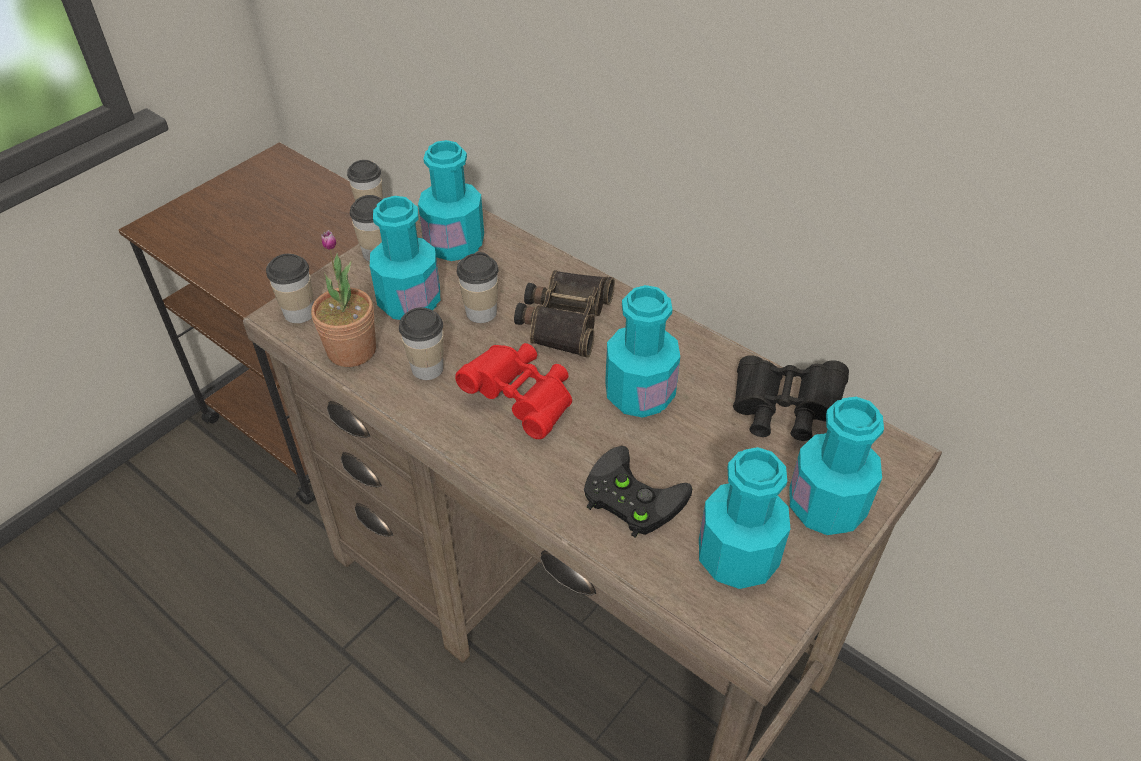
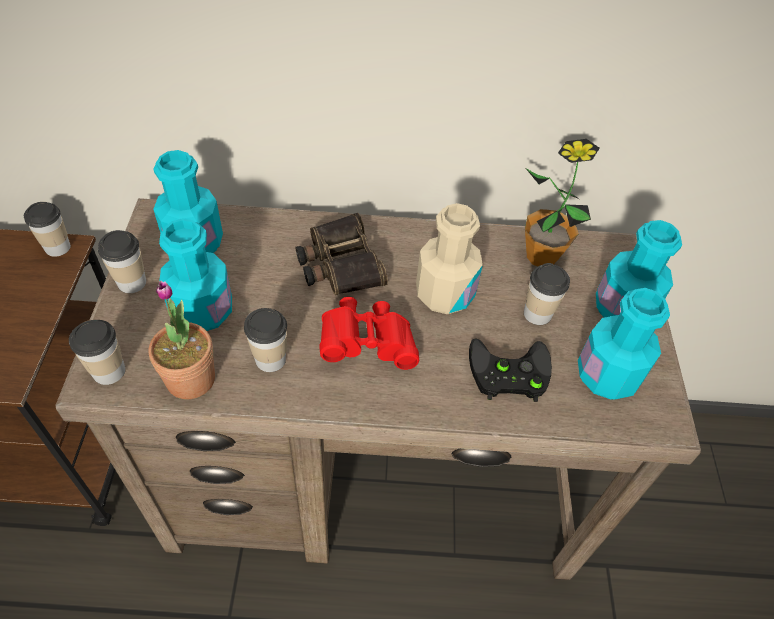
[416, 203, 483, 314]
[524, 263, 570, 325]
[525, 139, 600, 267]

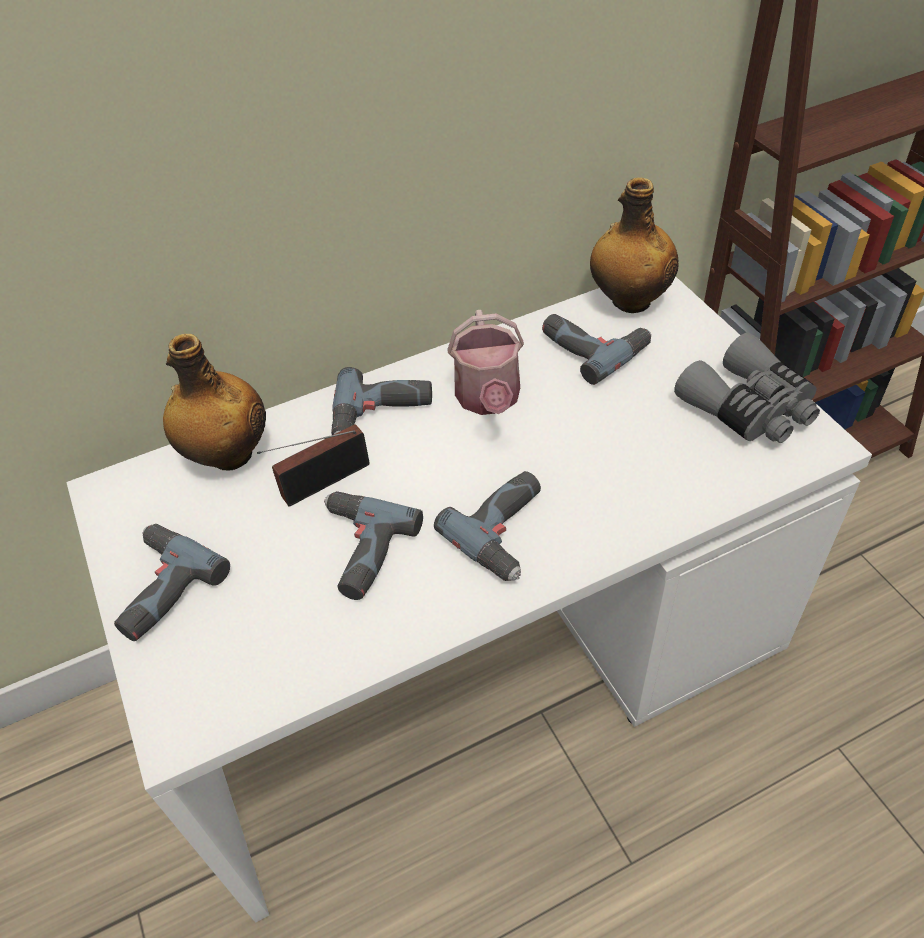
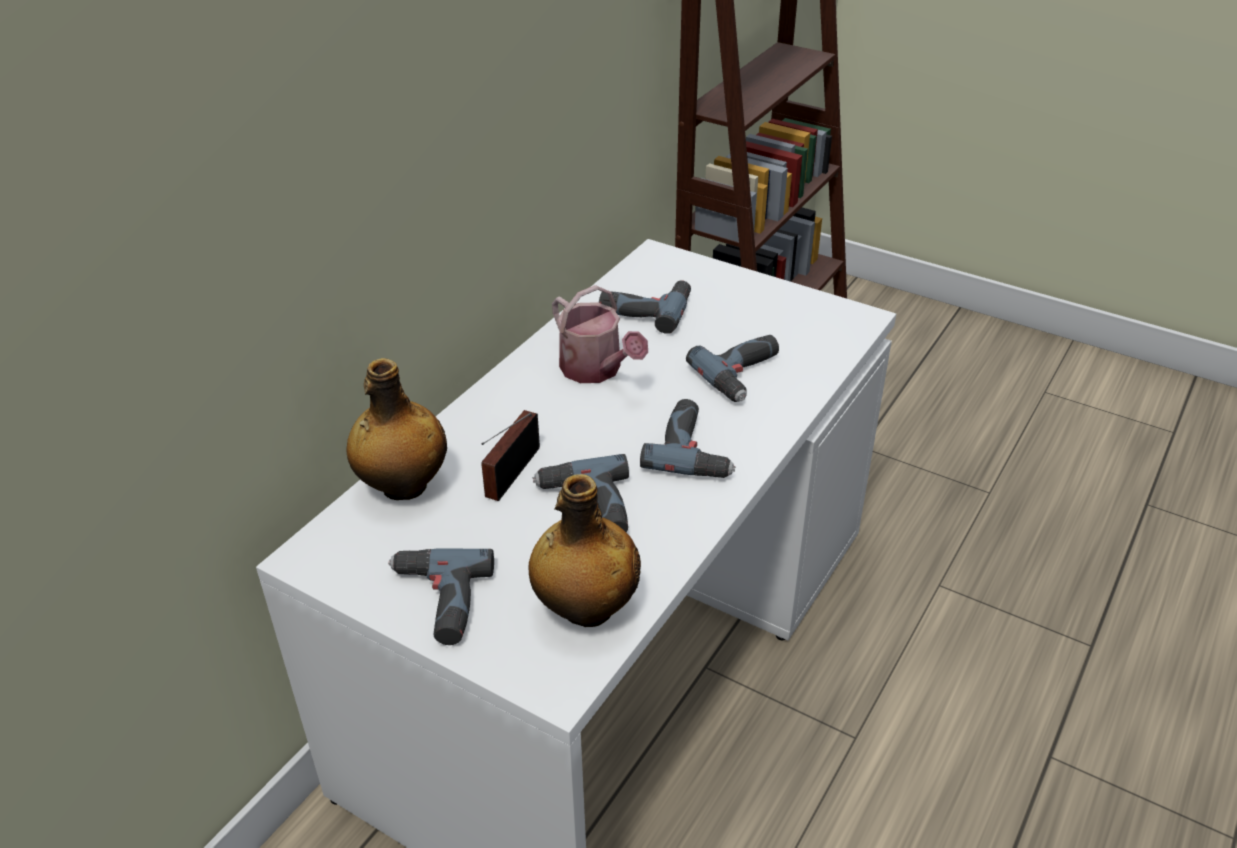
[529, 474, 641, 627]
[686, 335, 779, 402]
[674, 333, 820, 443] (first image)

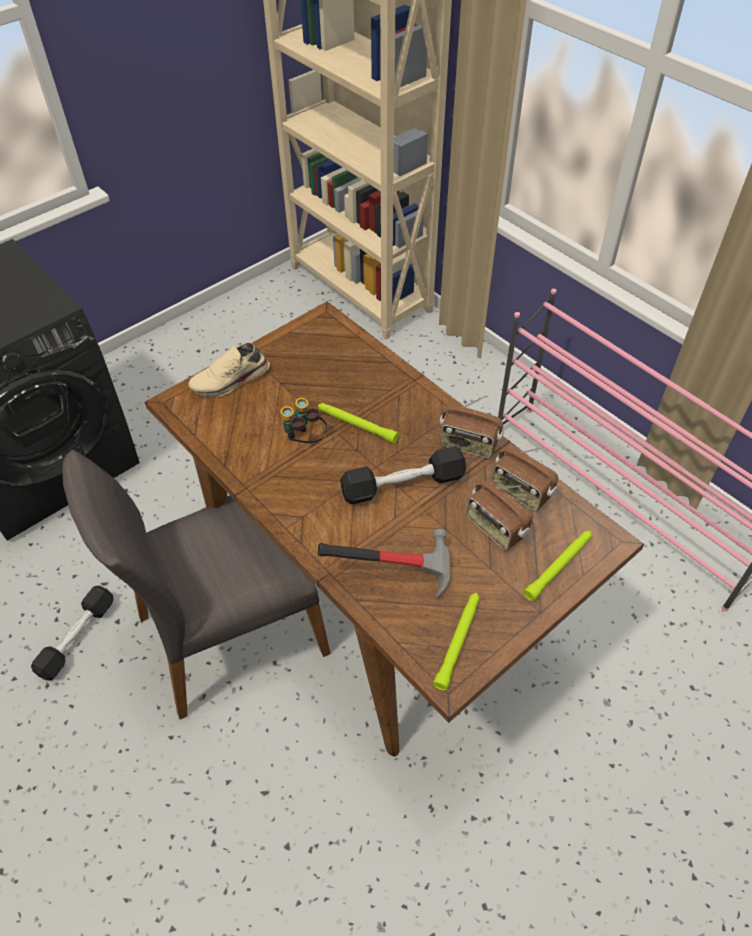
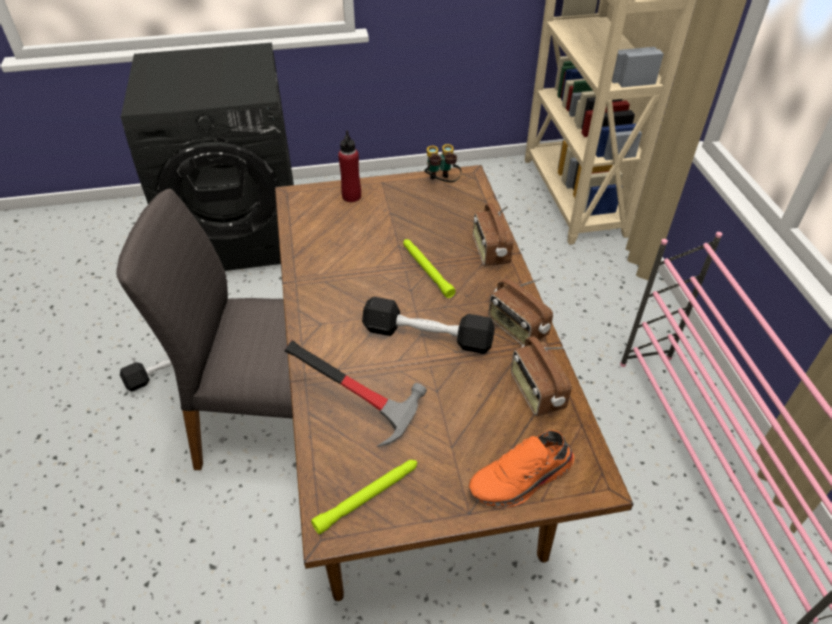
[338, 130, 361, 202]
[424, 144, 461, 182]
[469, 430, 574, 508]
[473, 203, 513, 266]

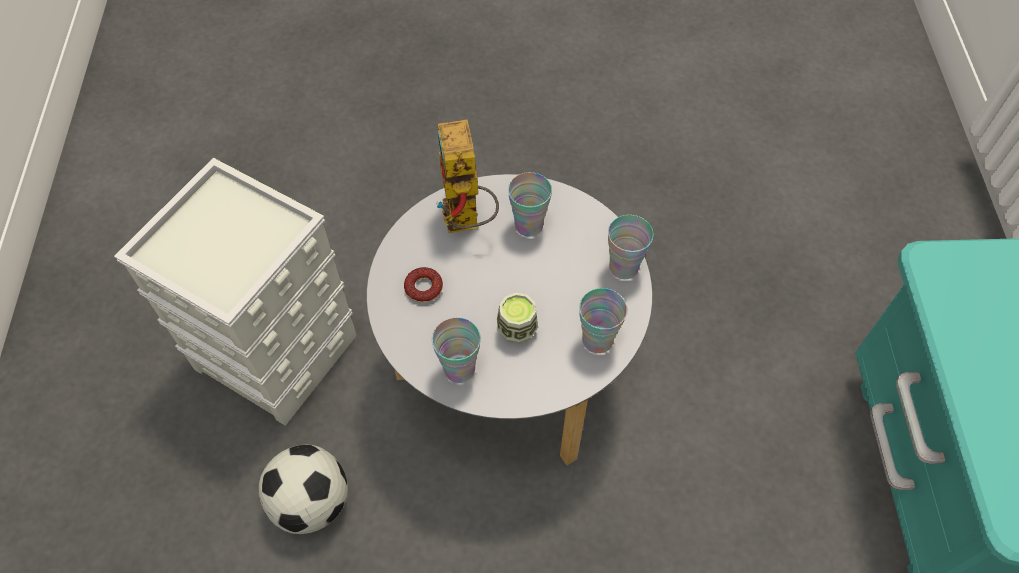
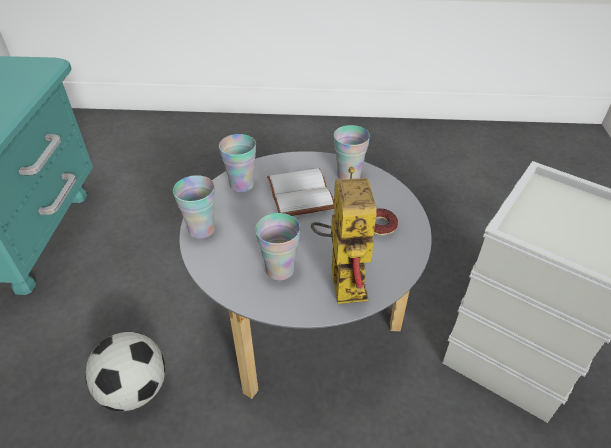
[85, 332, 165, 411]
[267, 168, 334, 216]

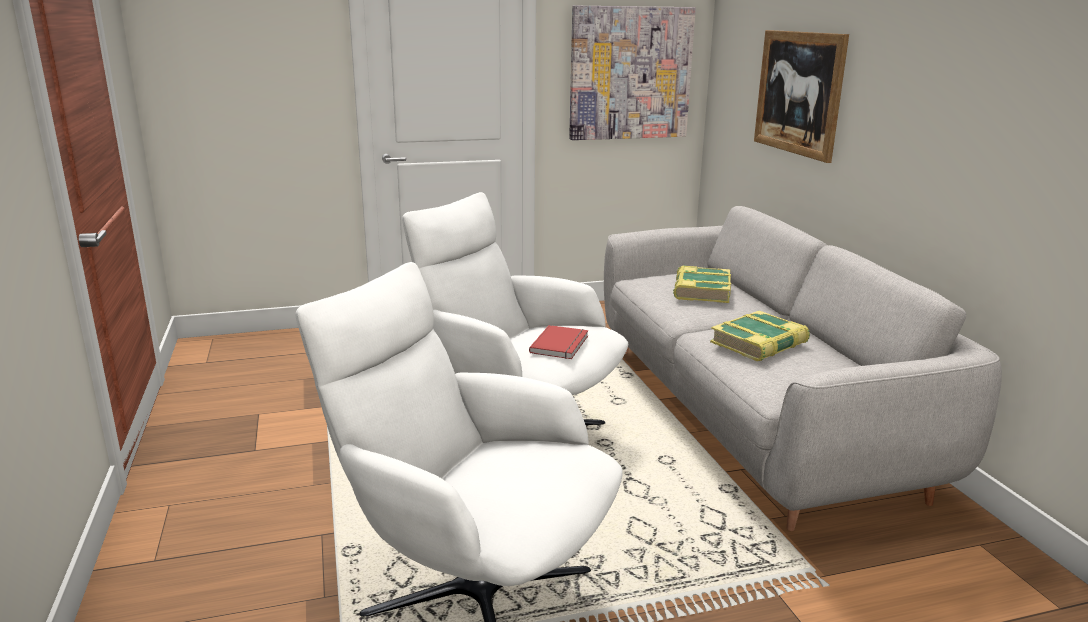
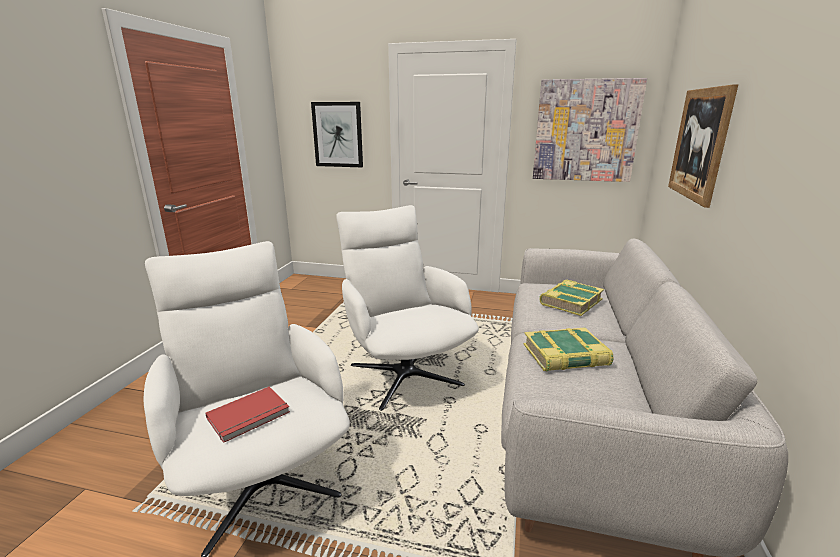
[205, 387, 290, 443]
[311, 102, 363, 167]

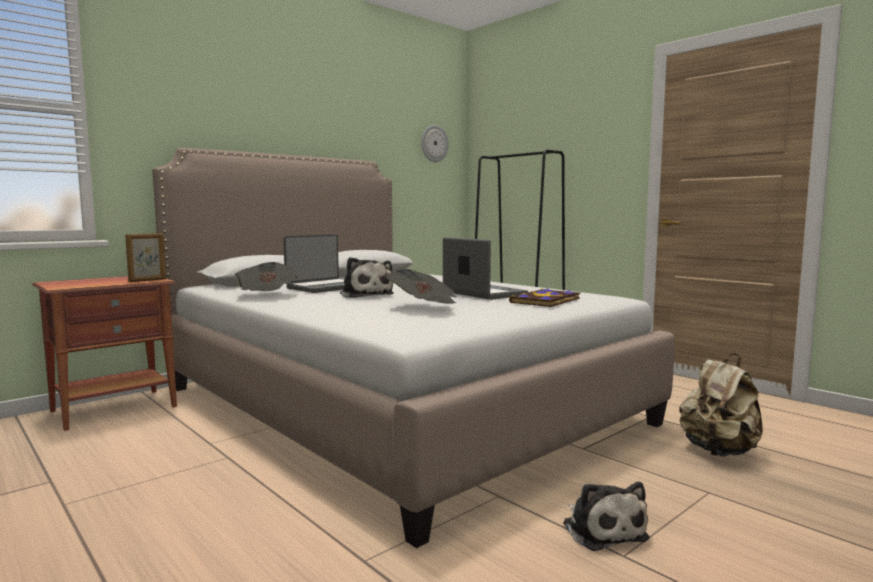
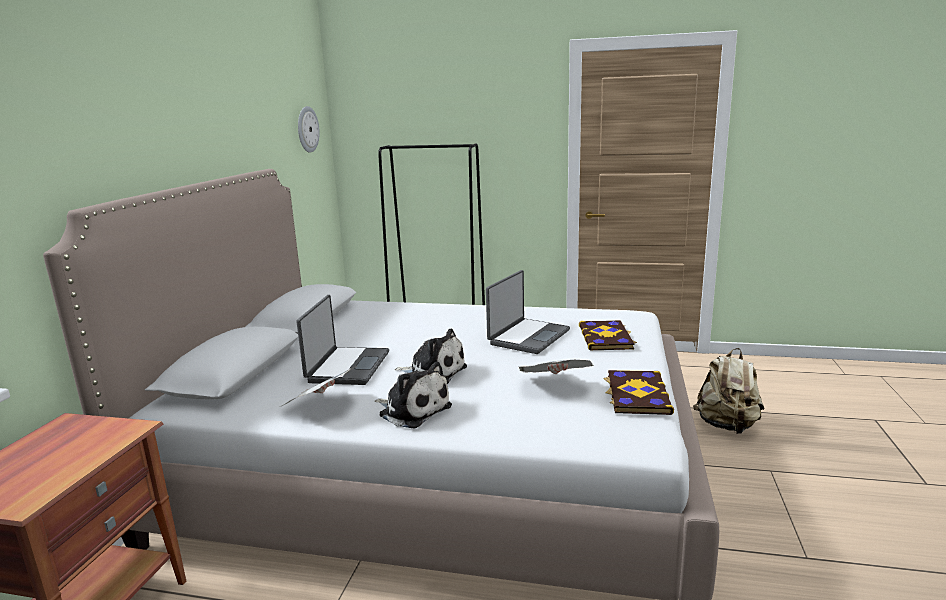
[375, 362, 452, 428]
[486, 270, 570, 354]
[603, 370, 674, 415]
[125, 233, 166, 282] (first image)

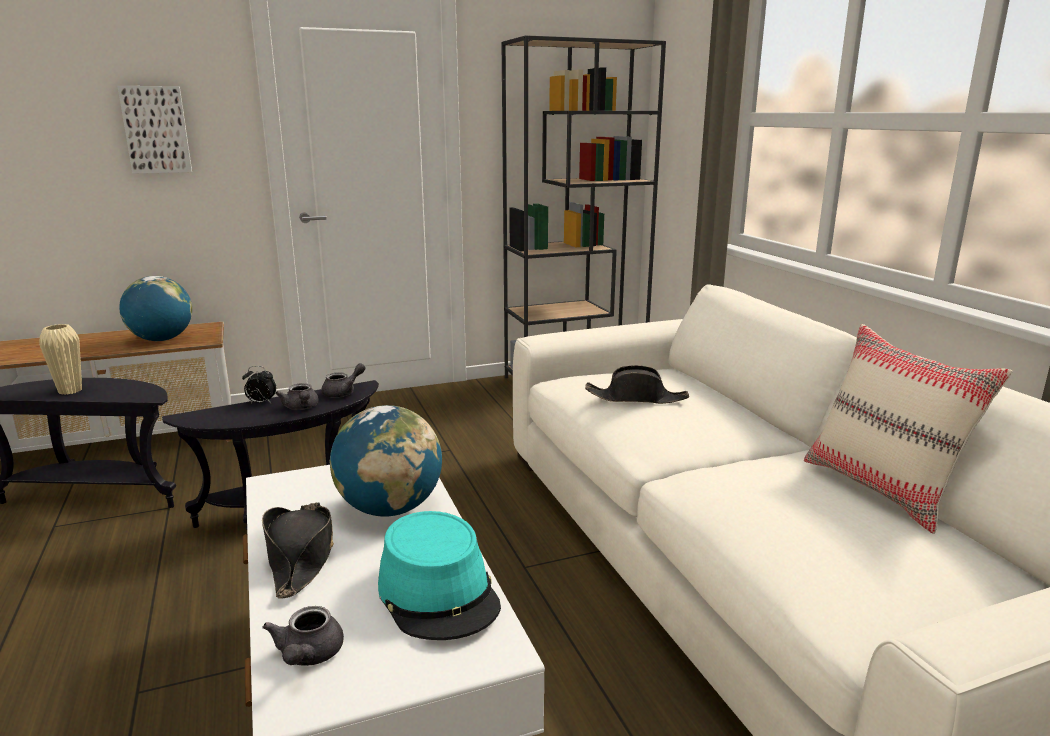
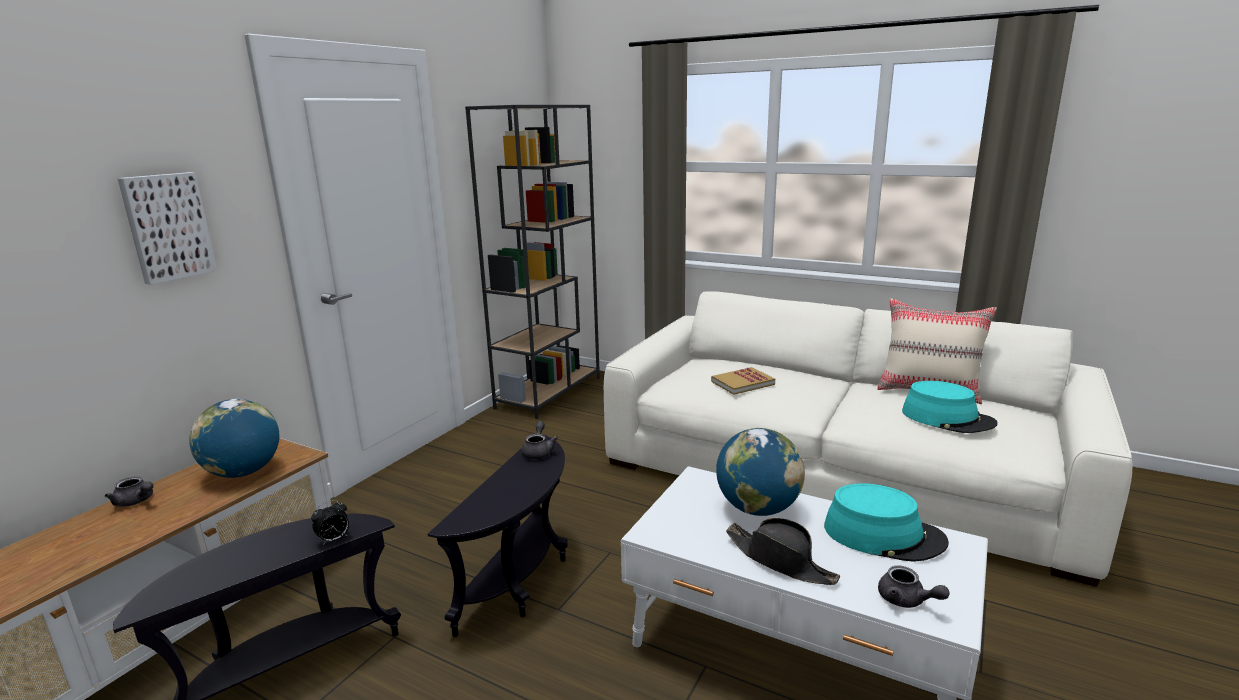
[105, 476, 153, 507]
[311, 500, 349, 545]
[711, 367, 775, 395]
[902, 381, 998, 433]
[39, 324, 82, 395] (first image)

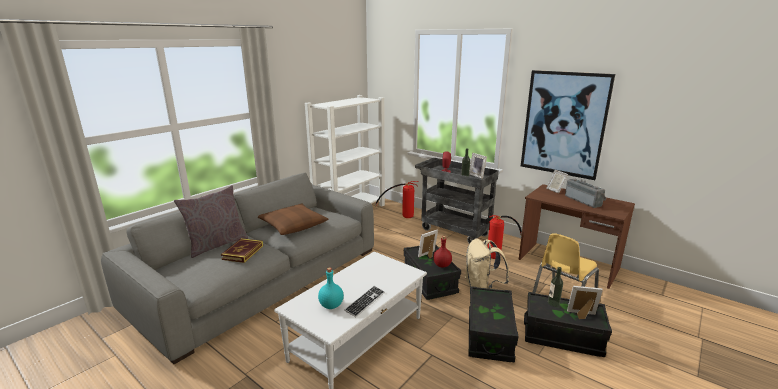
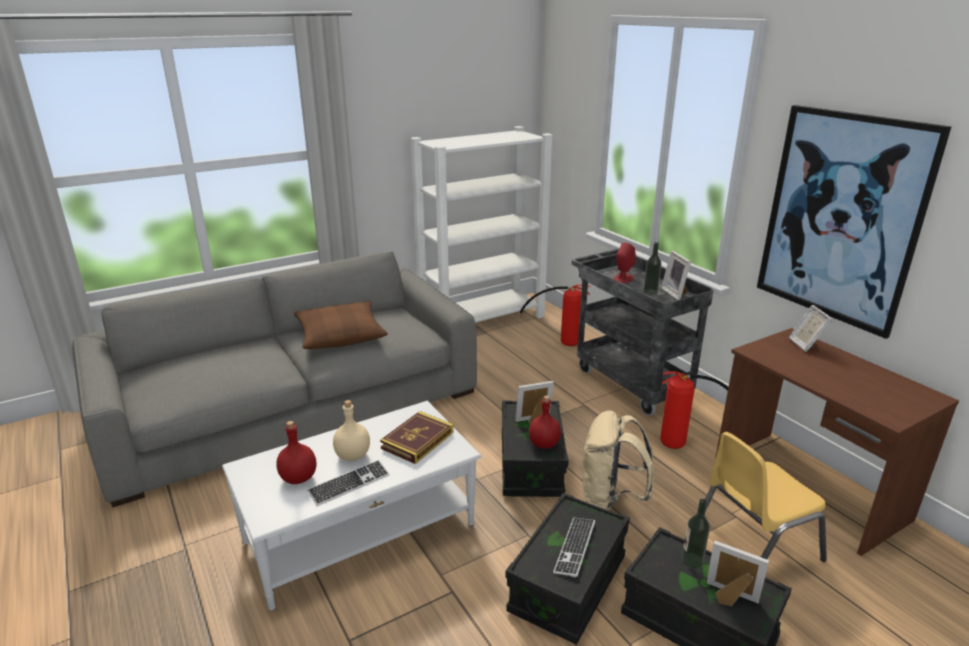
[276, 421, 316, 484]
[333, 400, 370, 461]
[380, 411, 453, 464]
[553, 518, 595, 578]
[174, 185, 248, 258] (first image)
[565, 178, 607, 208] (first image)

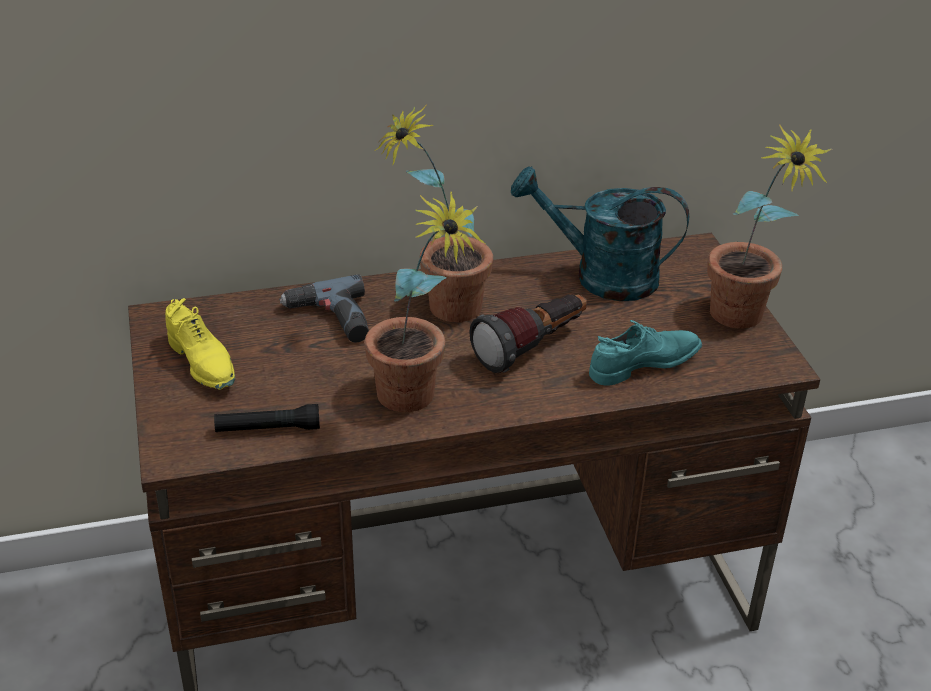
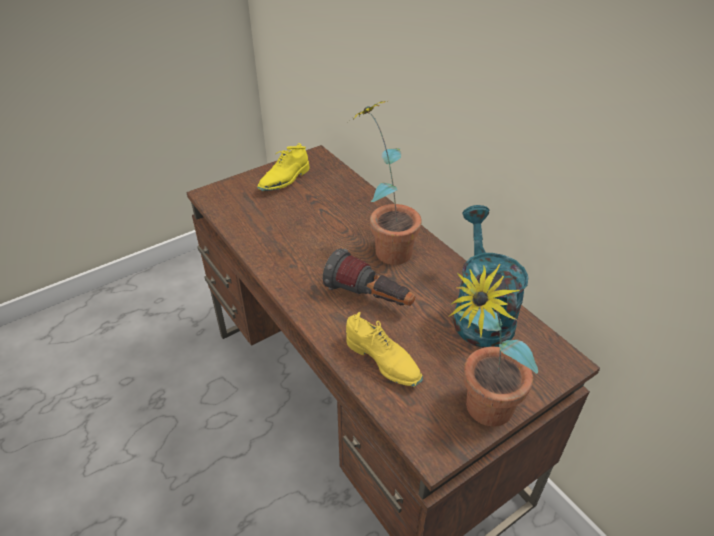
[346, 312, 423, 387]
[214, 404, 320, 432] (first image)
[279, 274, 369, 342] (first image)
[364, 192, 485, 412] (first image)

